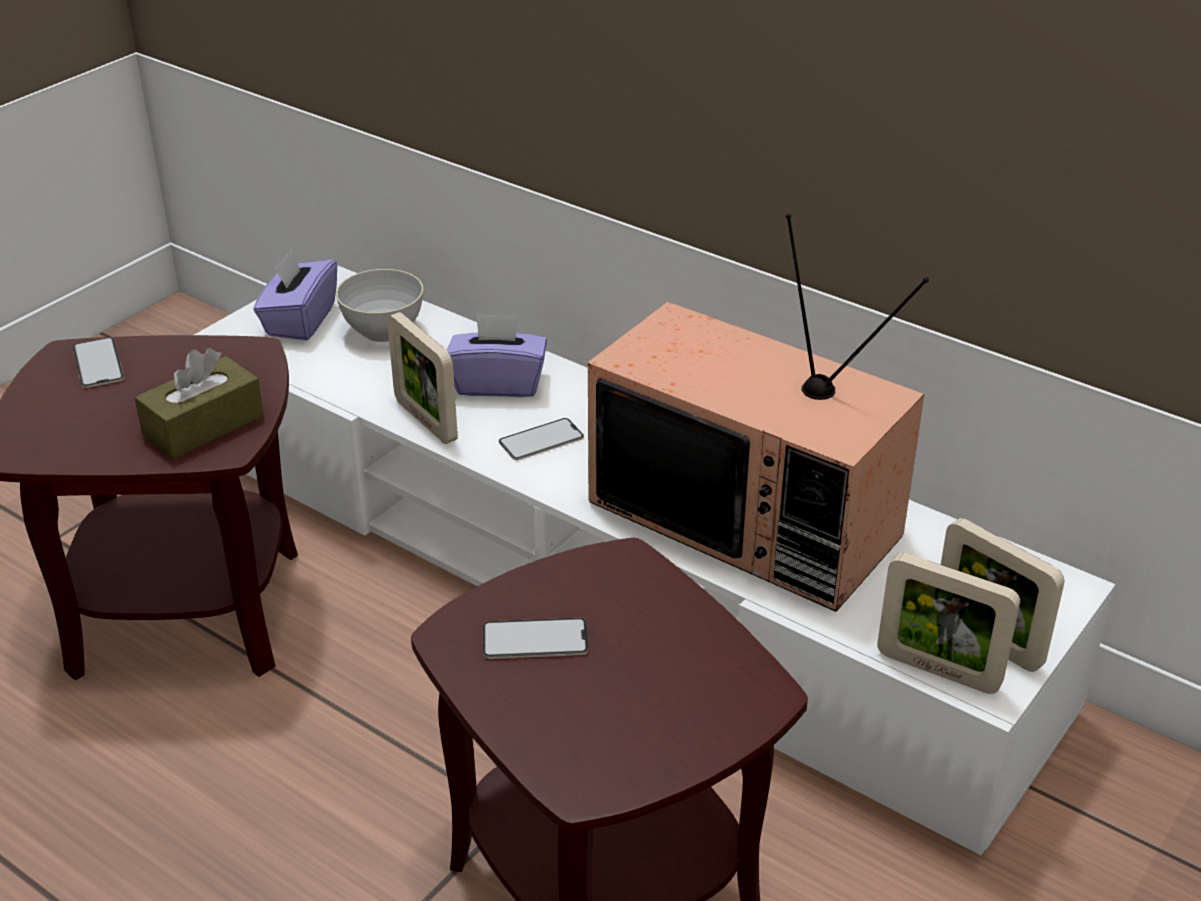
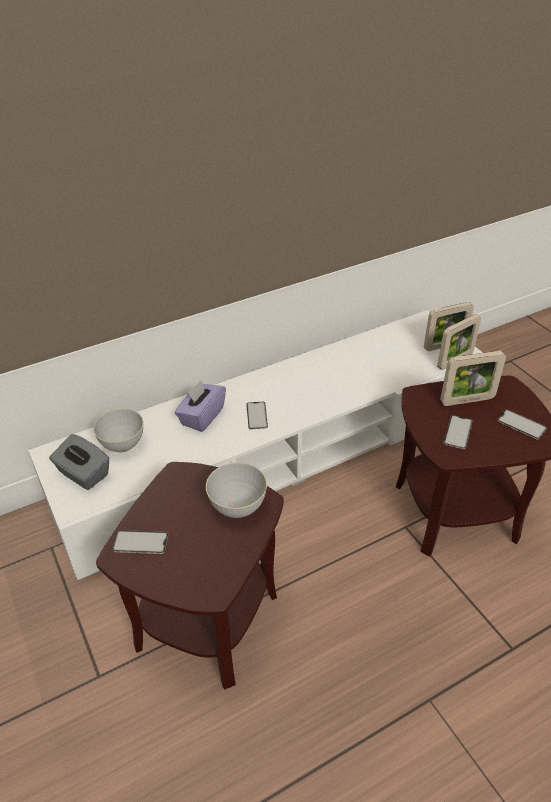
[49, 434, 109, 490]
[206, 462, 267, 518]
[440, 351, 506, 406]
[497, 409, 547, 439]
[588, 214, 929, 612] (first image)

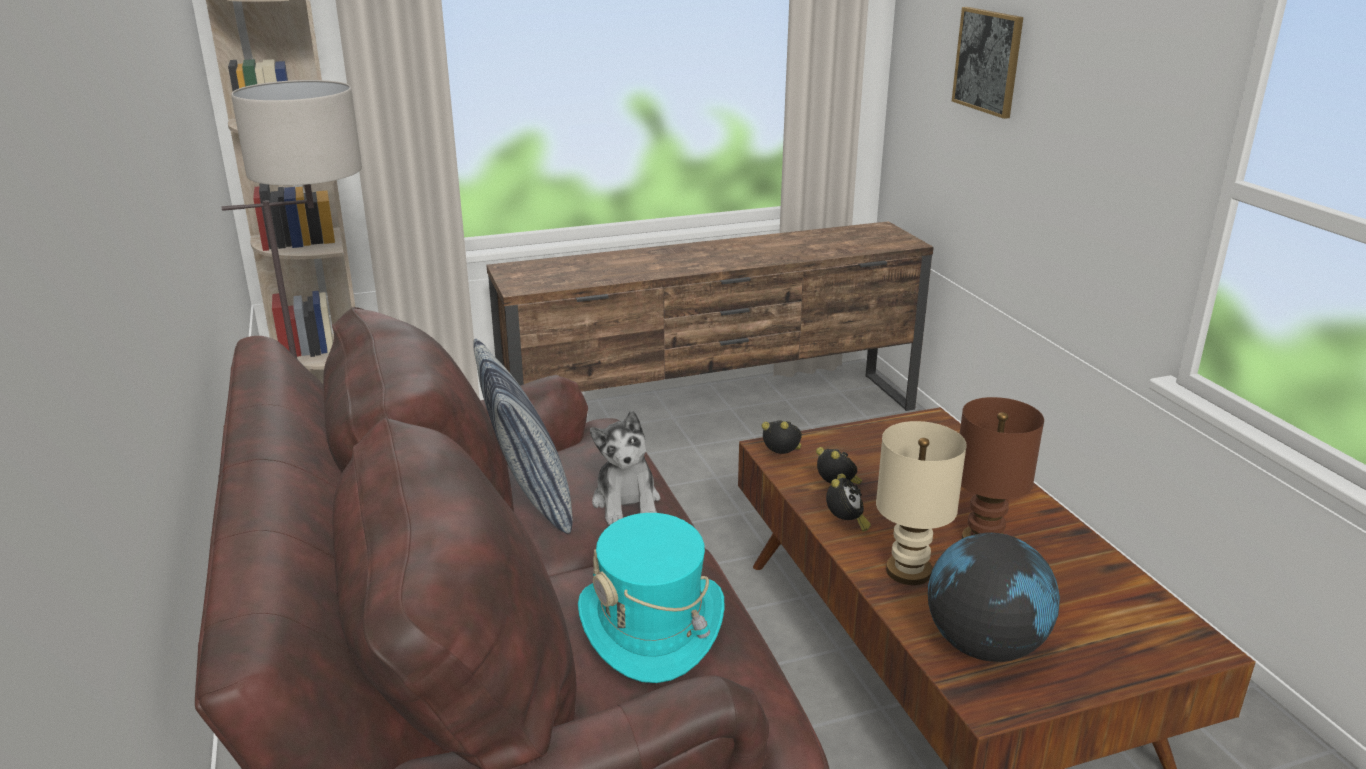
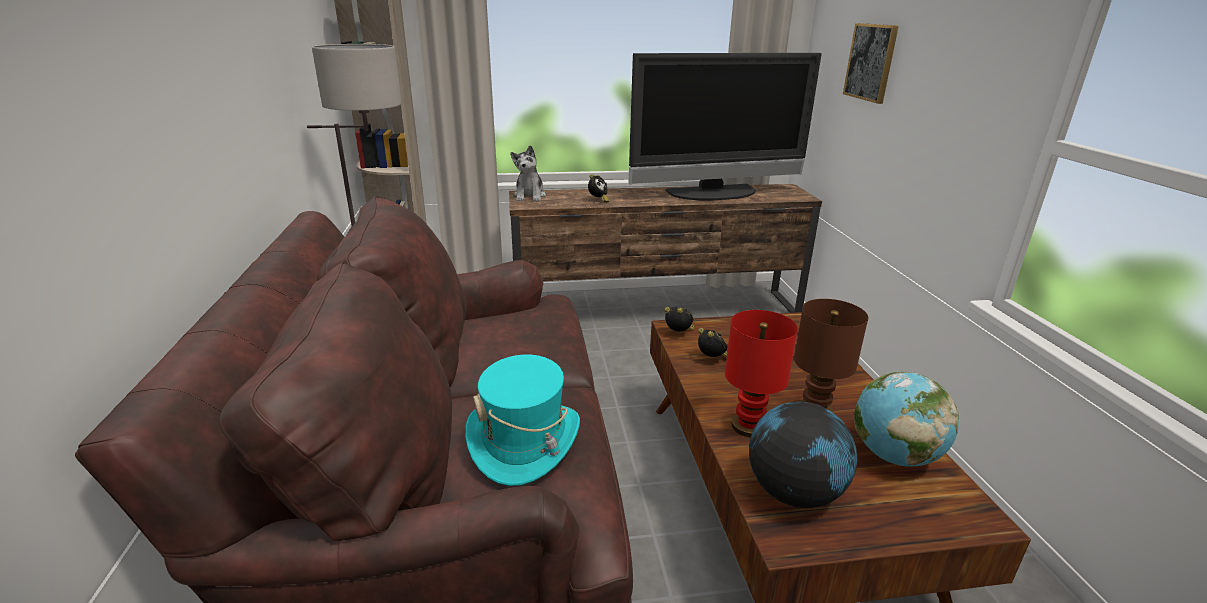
[510, 145, 546, 201]
[588, 174, 610, 202]
[628, 53, 822, 200]
[725, 310, 798, 437]
[854, 371, 959, 467]
[473, 339, 573, 534] (first image)

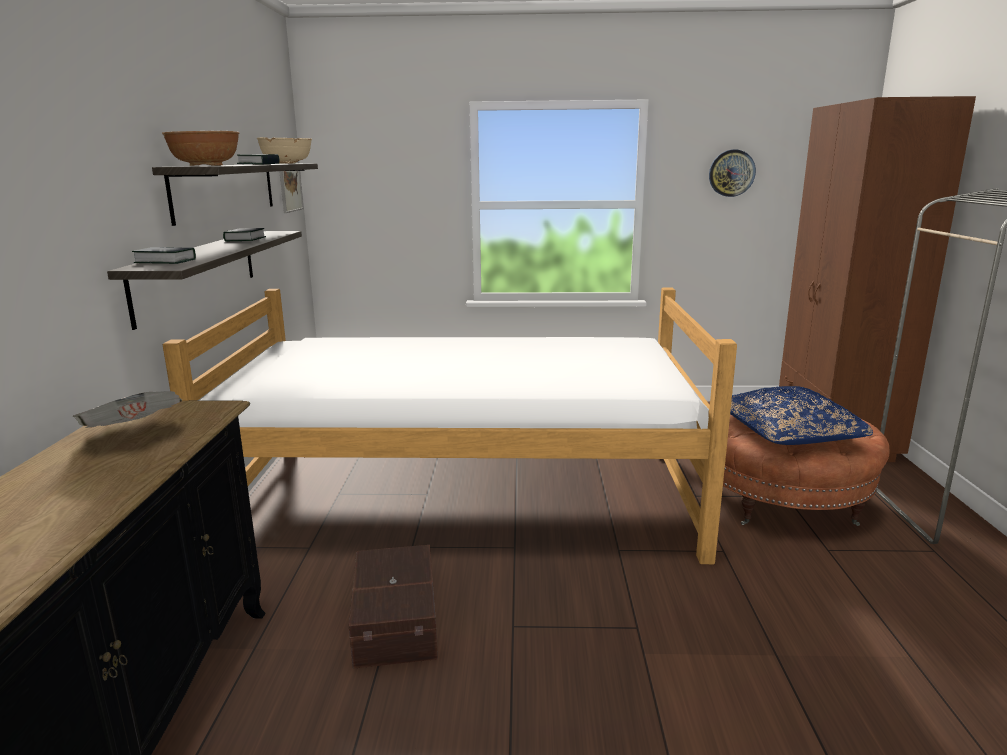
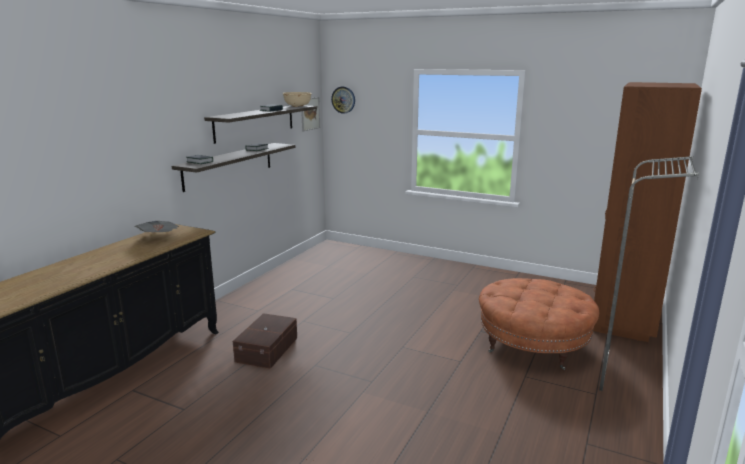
[331, 86, 355, 114]
[162, 131, 239, 166] (first image)
[163, 288, 737, 564] (first image)
[730, 386, 873, 445] (first image)

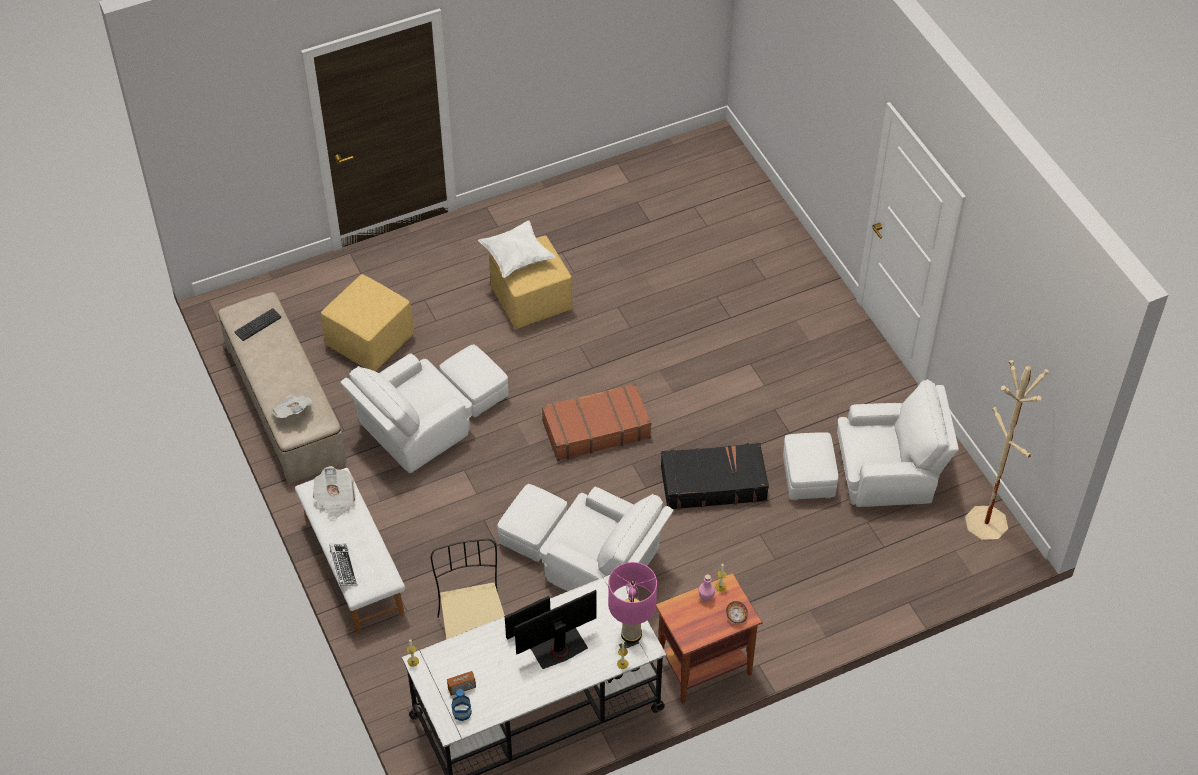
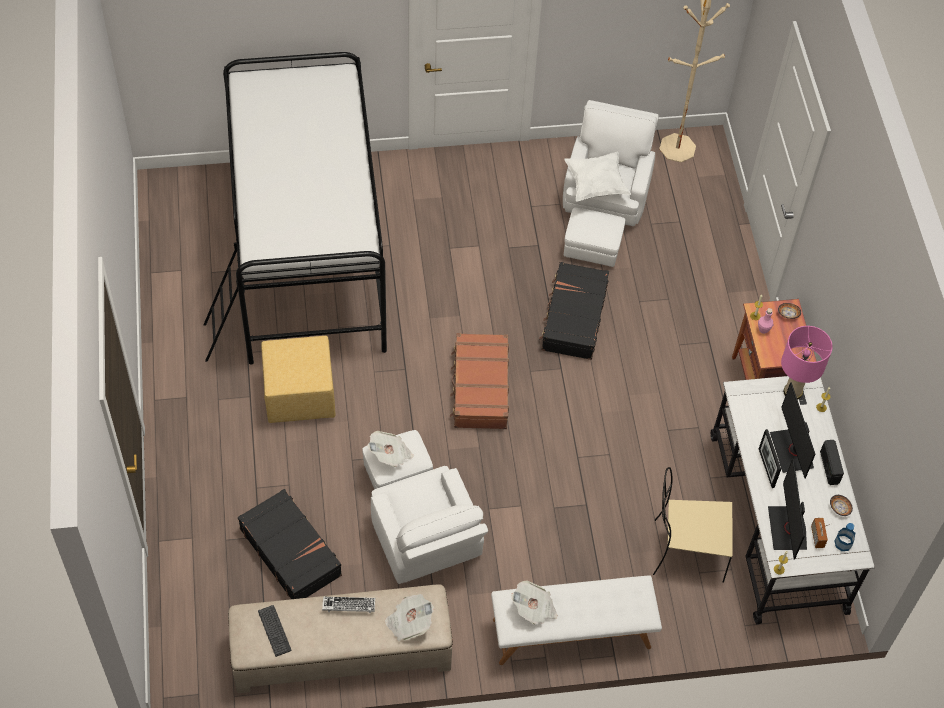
[204, 52, 387, 365]
[238, 489, 342, 599]
[322, 597, 375, 613]
[367, 431, 414, 467]
[564, 152, 631, 202]
[768, 459, 807, 560]
[820, 440, 844, 485]
[830, 495, 853, 516]
[497, 484, 674, 591] (first image)

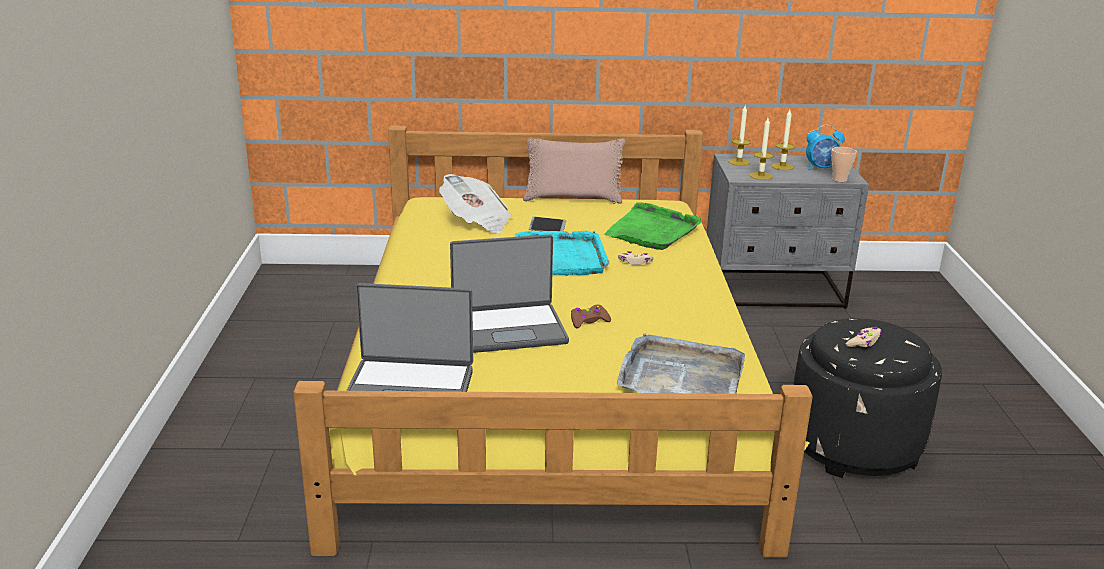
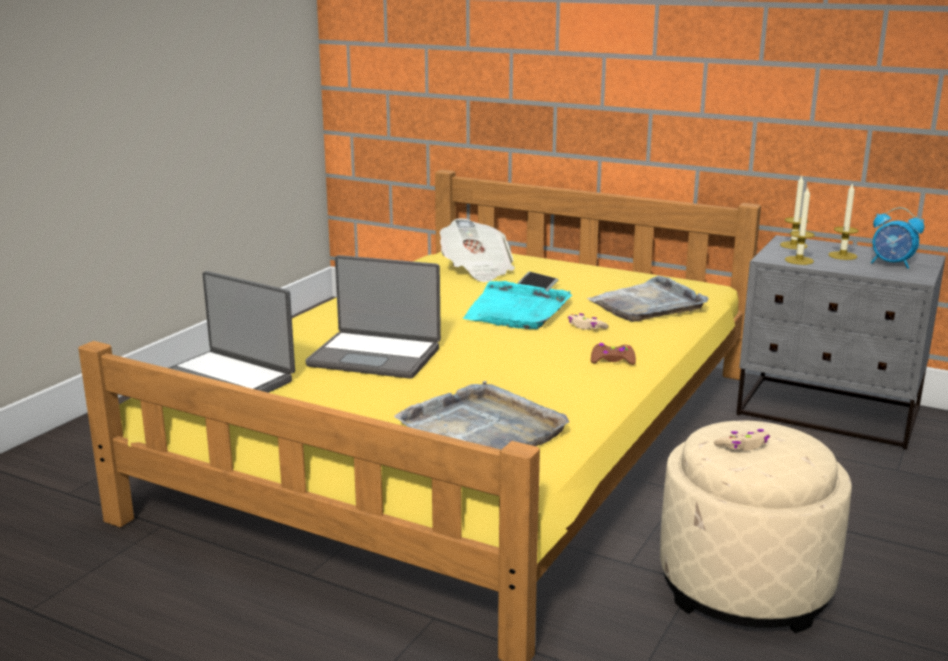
[587, 276, 709, 322]
[591, 343, 636, 365]
[660, 420, 852, 633]
[523, 137, 626, 204] (first image)
[831, 147, 857, 182] (first image)

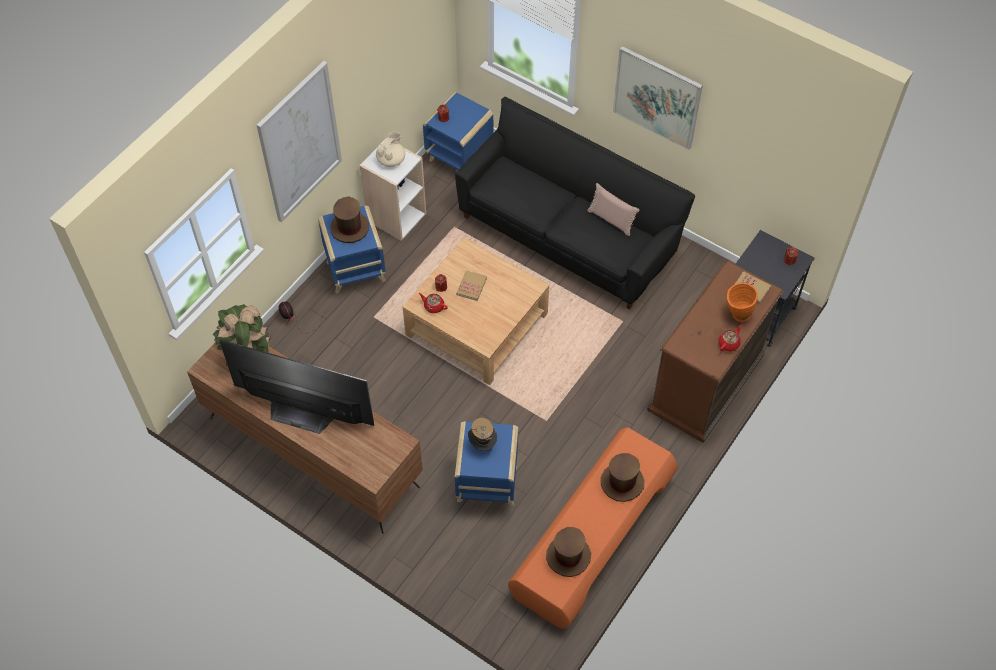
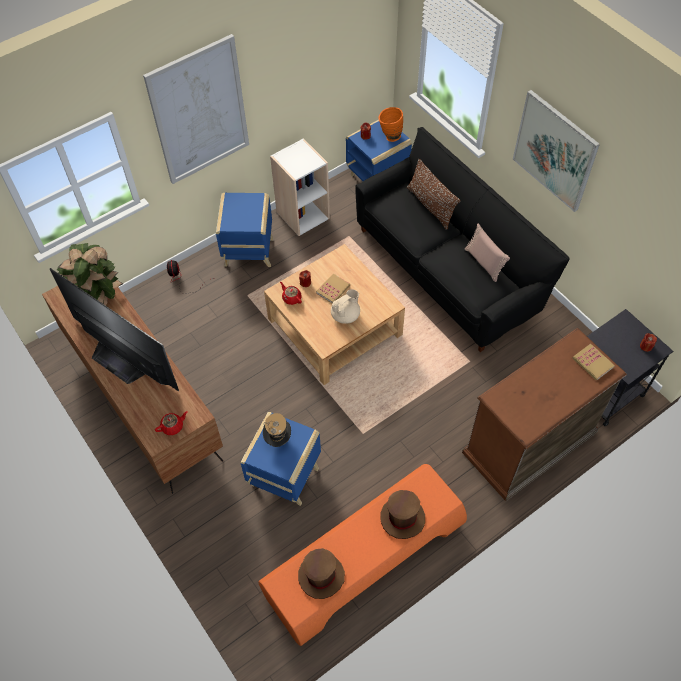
[155, 411, 188, 435]
[331, 289, 360, 324]
[378, 107, 403, 142]
[407, 159, 461, 230]
[330, 197, 369, 243] (first image)

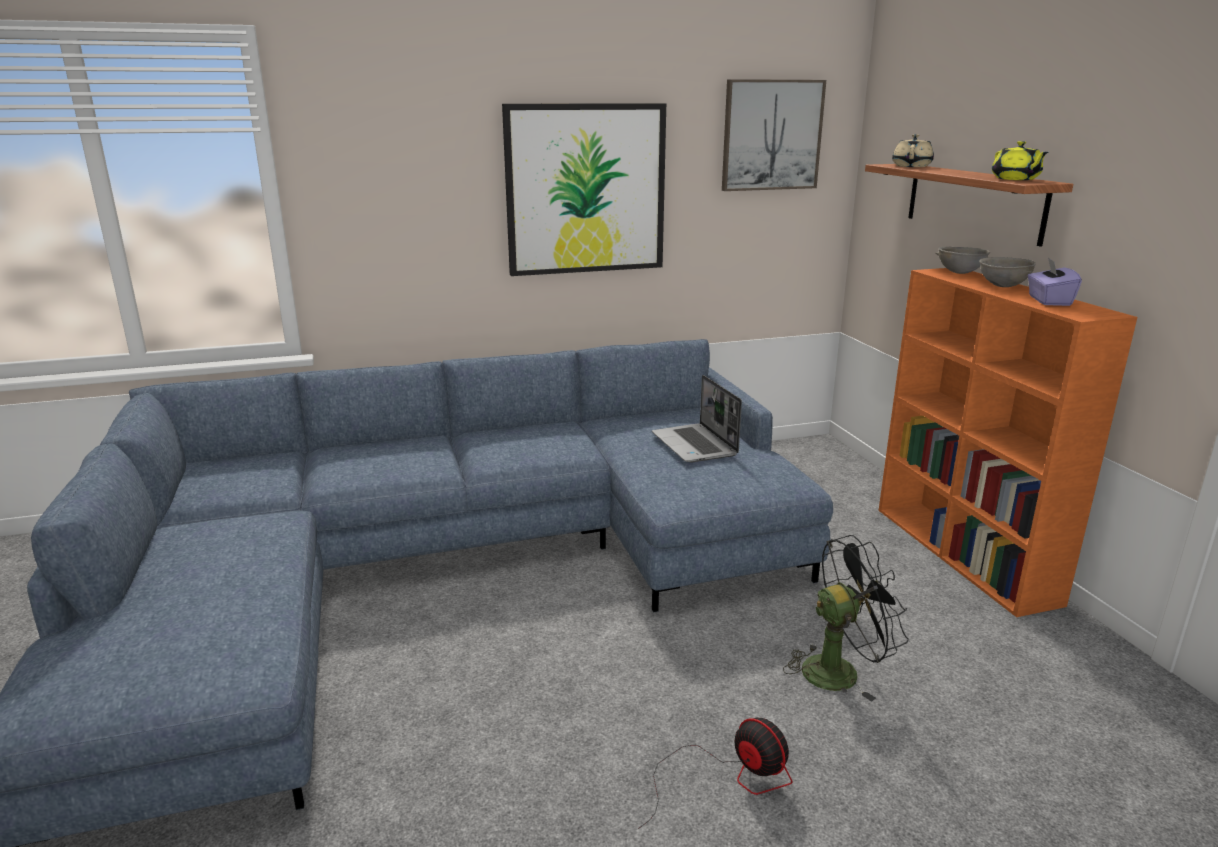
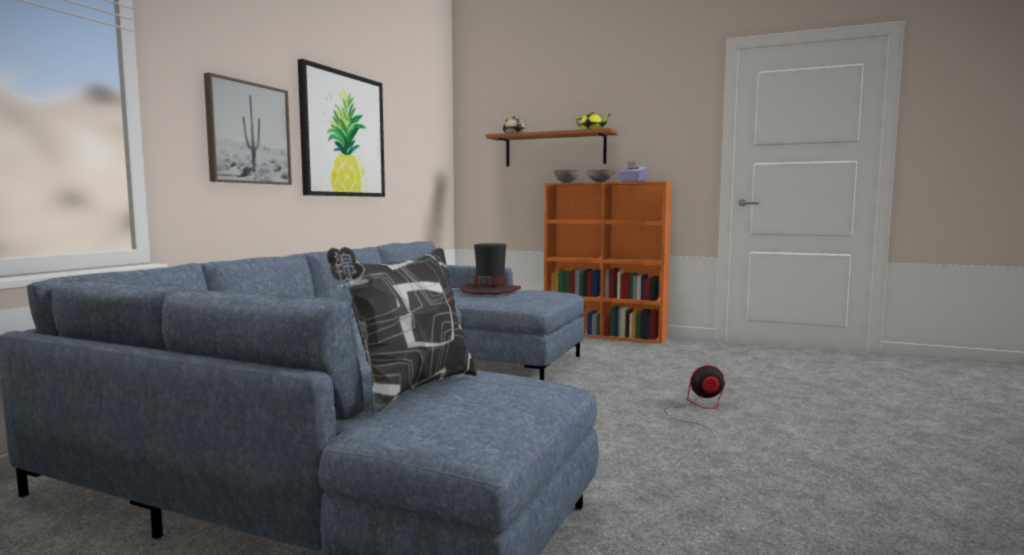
[204, 73, 292, 185]
[327, 247, 478, 412]
[460, 243, 521, 295]
[783, 535, 909, 701] (first image)

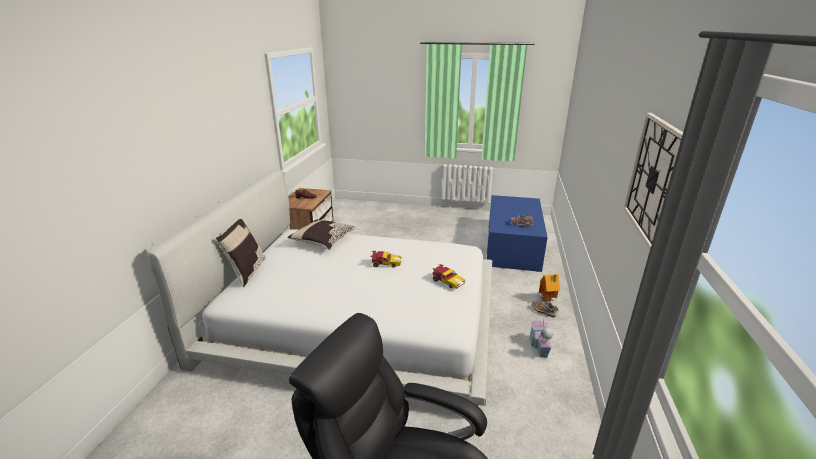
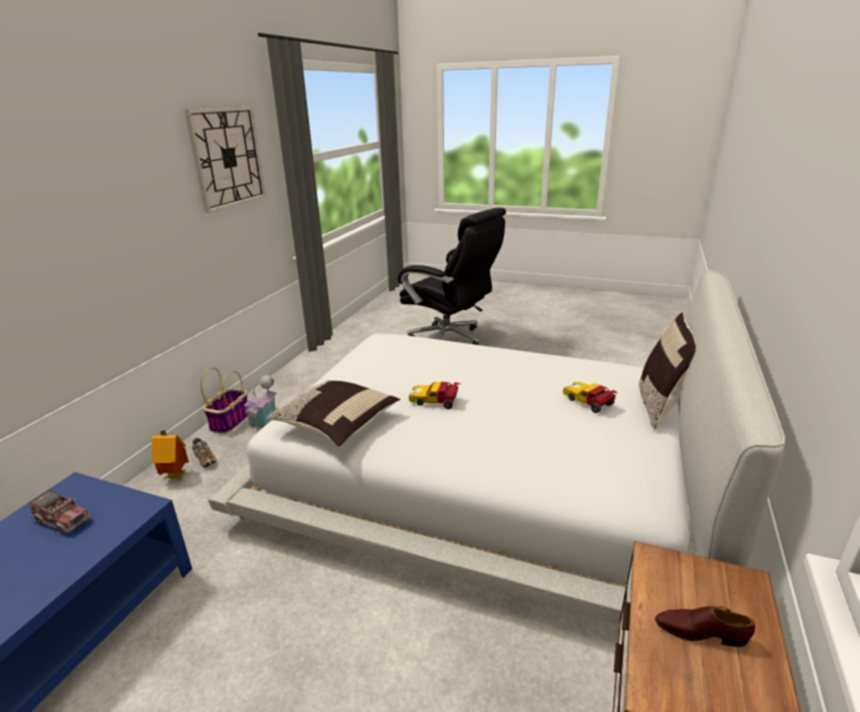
[201, 368, 248, 434]
[267, 380, 400, 447]
[563, 382, 617, 413]

